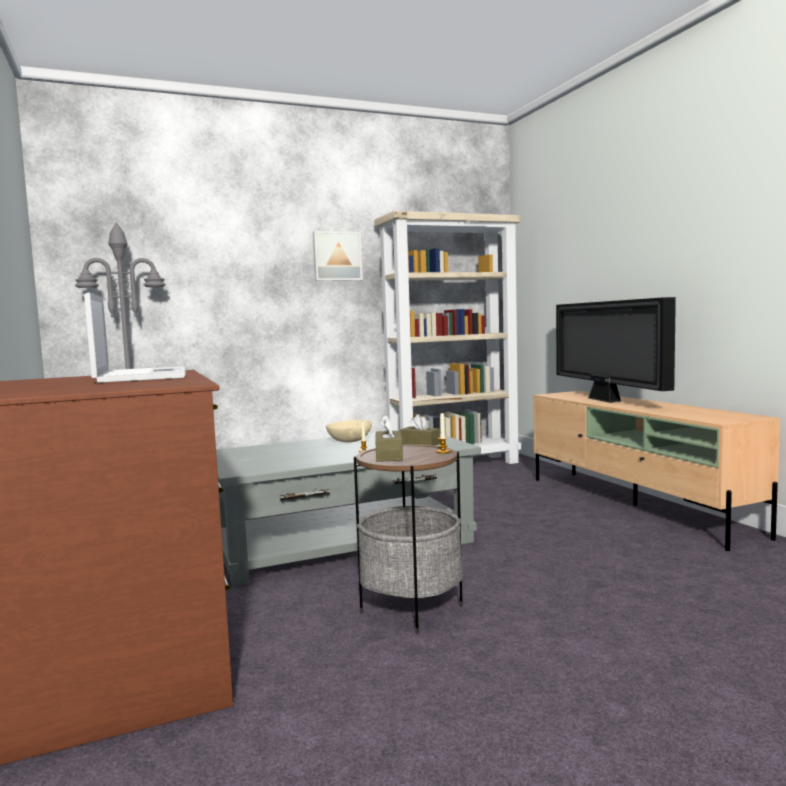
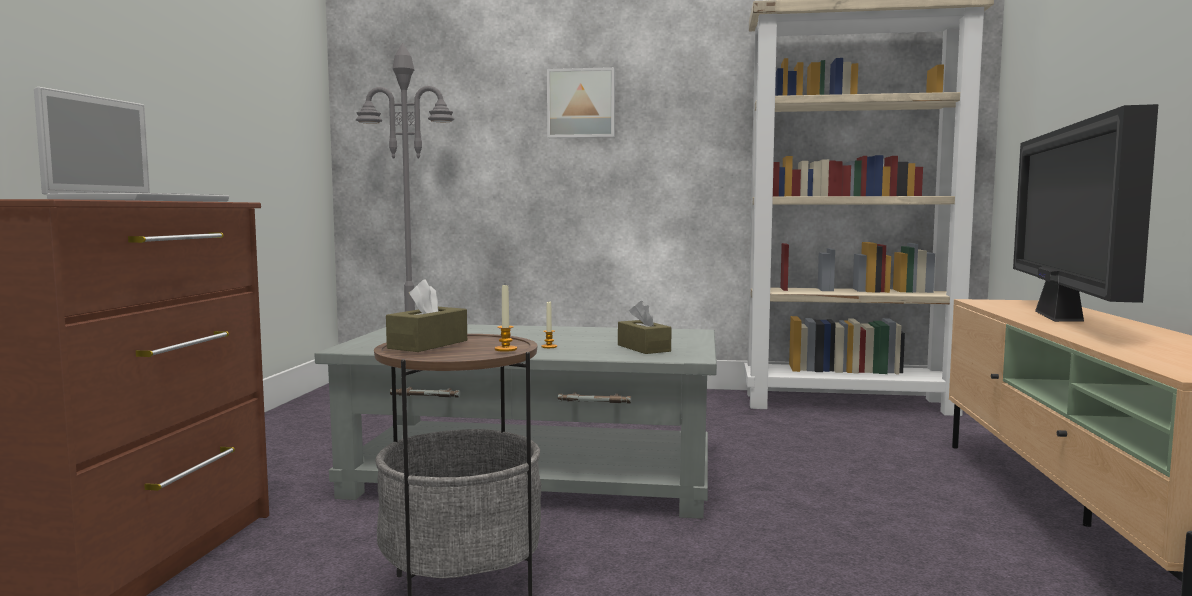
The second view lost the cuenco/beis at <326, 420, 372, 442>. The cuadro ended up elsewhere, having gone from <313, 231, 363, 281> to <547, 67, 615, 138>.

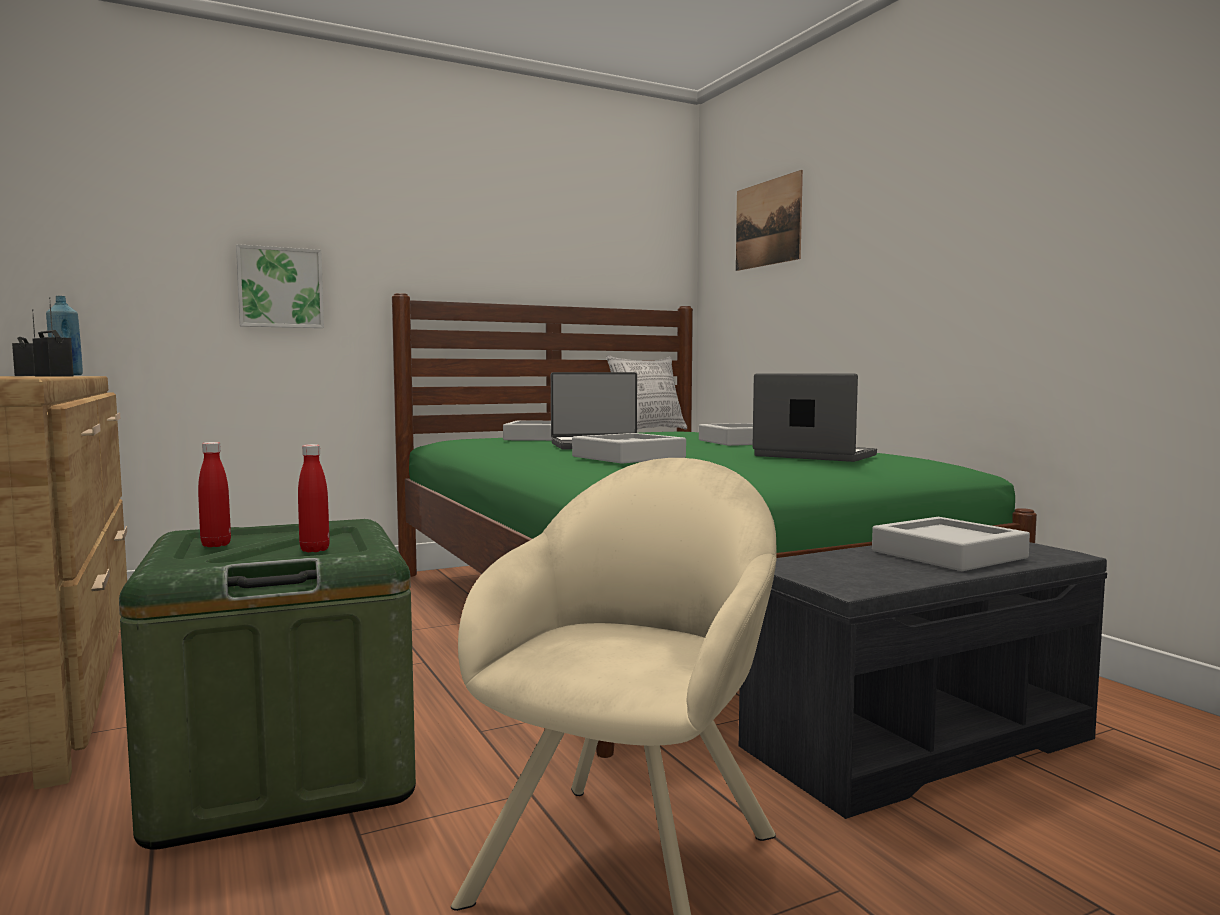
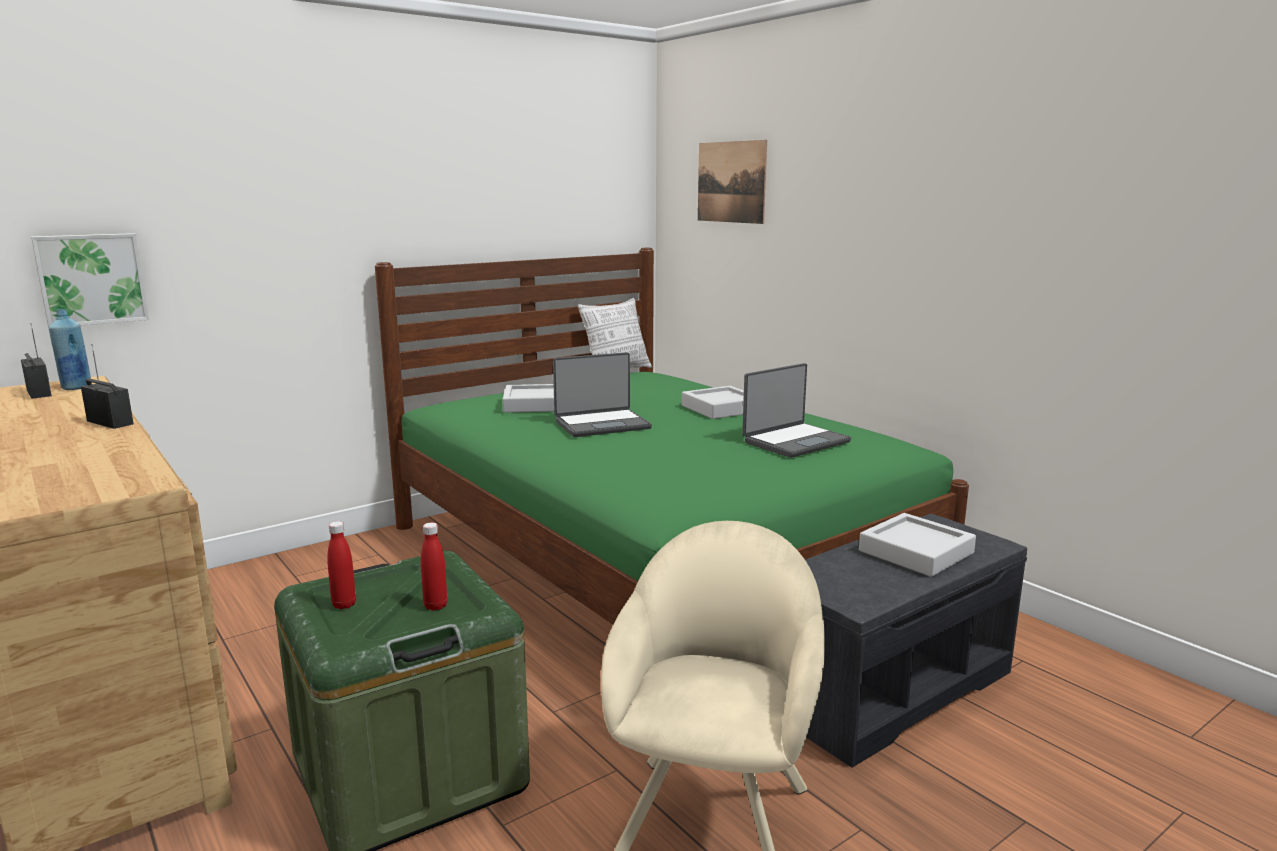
The second view lost the bandeja/gris at <572, 433, 686, 464>. The cuadro ended up elsewhere, having gone from <236, 244, 324, 328> to <31, 233, 149, 327>. The portátil at <753, 373, 877, 462> ended up facing another way, 120 degrees clockwise from before.

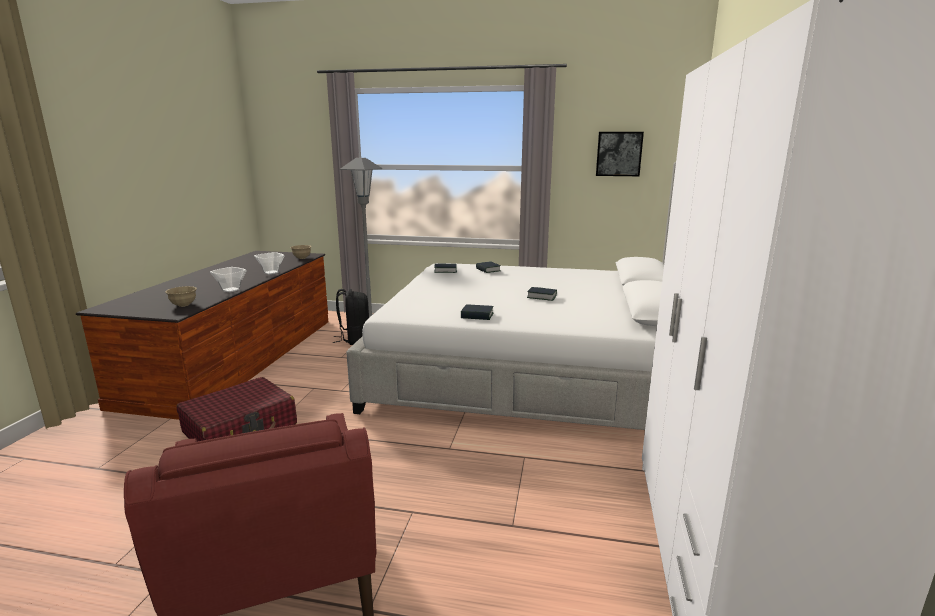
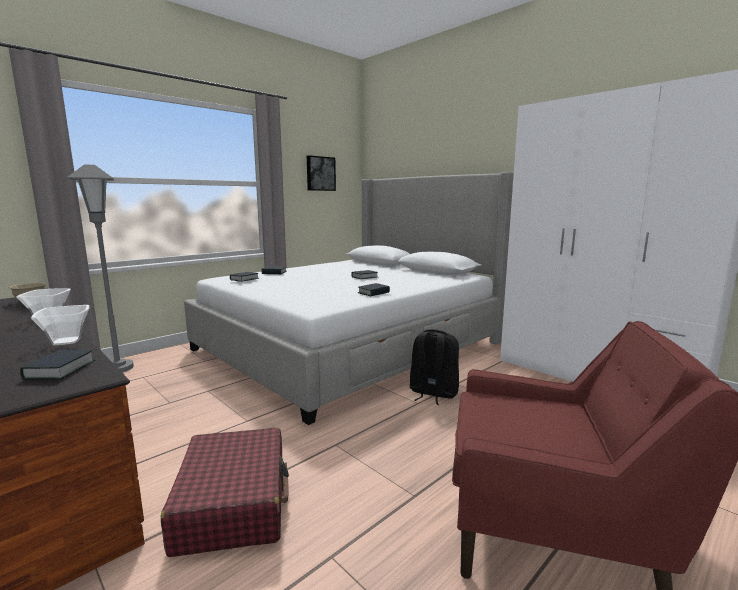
The mochila/negro ended up elsewhere, having gone from <333, 289, 369, 345> to <410, 329, 459, 405>. Where the cuenco/beis stood at <165, 286, 197, 307>, the libro came to stand at <20, 350, 95, 380>.

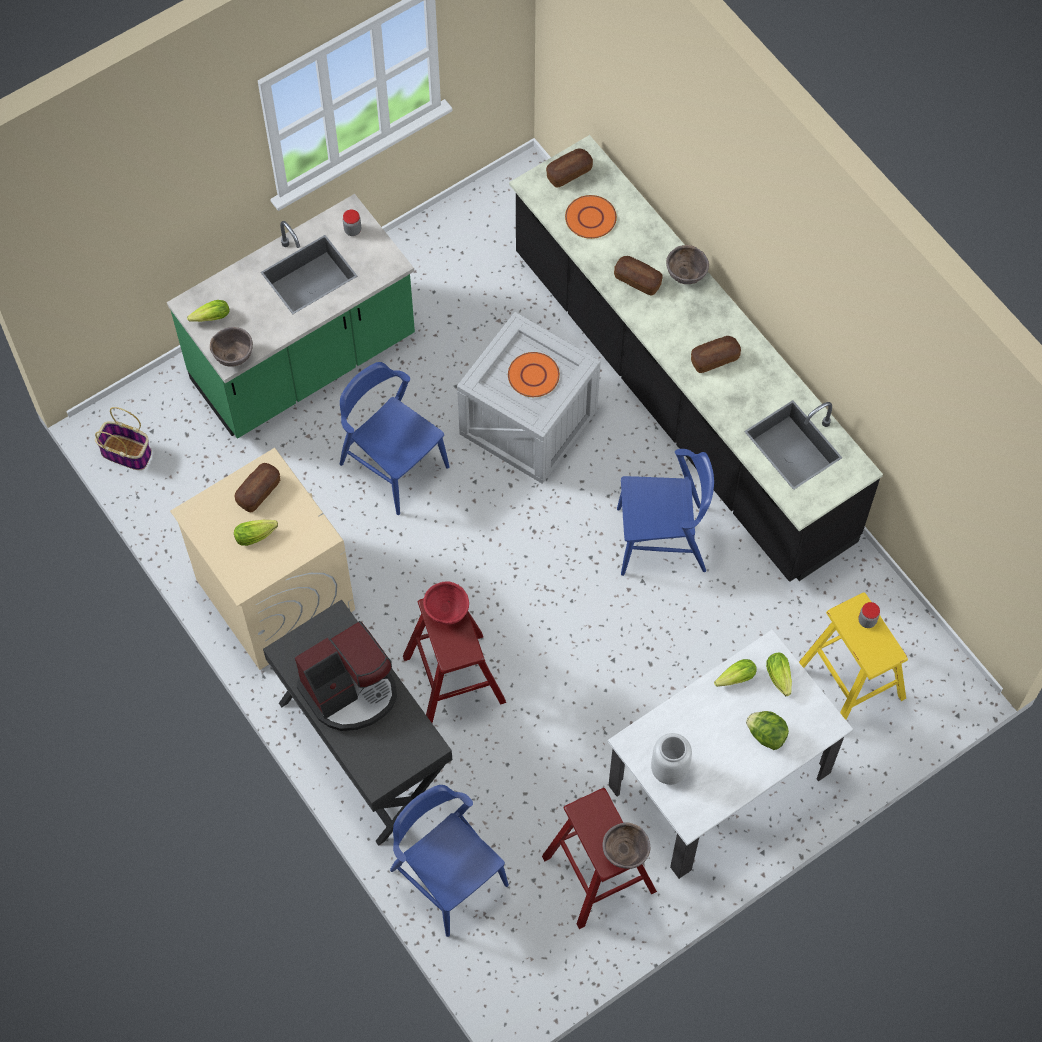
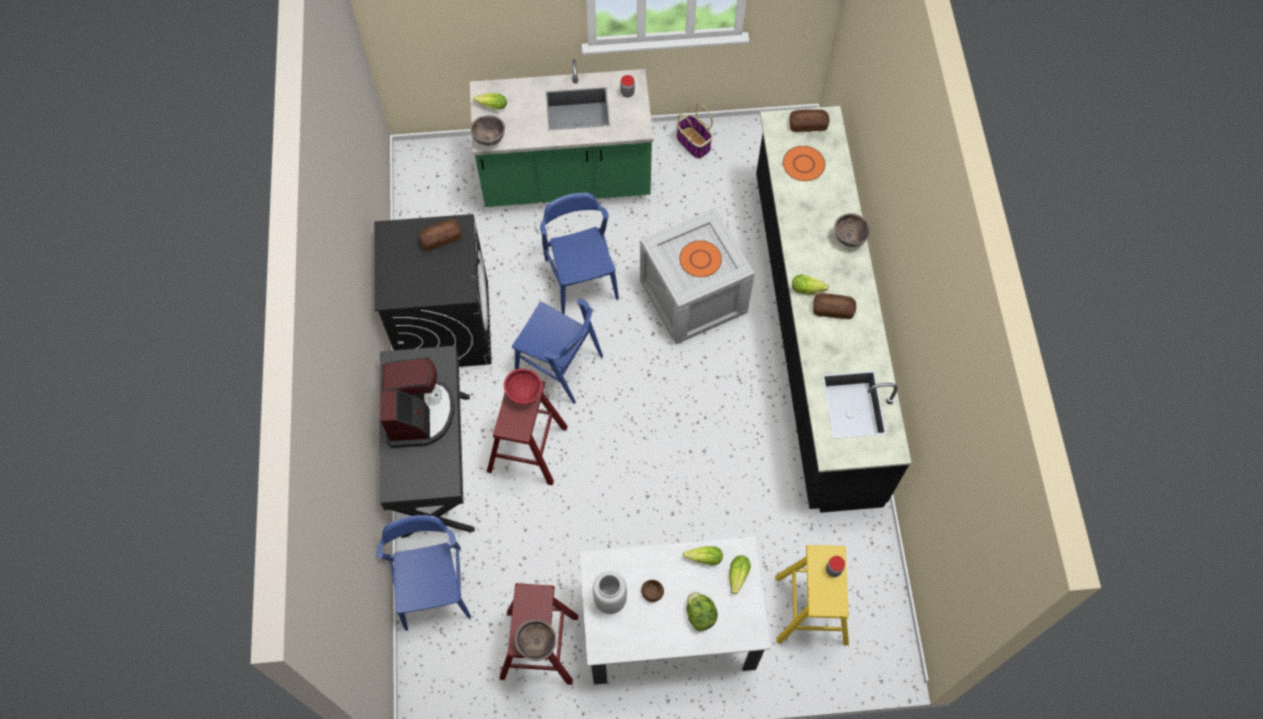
The second view lost the pan at <614, 256, 663, 296>. The second view gained the cuenco/marrón at <641, 580, 664, 602>. The cesta ended up elsewhere, having gone from <95, 407, 152, 470> to <676, 103, 713, 159>. The lechuga ended up elsewhere, having gone from <234, 520, 278, 546> to <792, 275, 829, 294>. The silla/azul ended up elsewhere, having gone from <617, 449, 714, 576> to <512, 299, 603, 404>. What was the lavadora/beis at <170, 448, 355, 670> turned into the lavadora/negro at <374, 214, 492, 367>. The cafetera at <295, 621, 397, 731> ended up facing another way, 90 degrees counterclockwise from before.

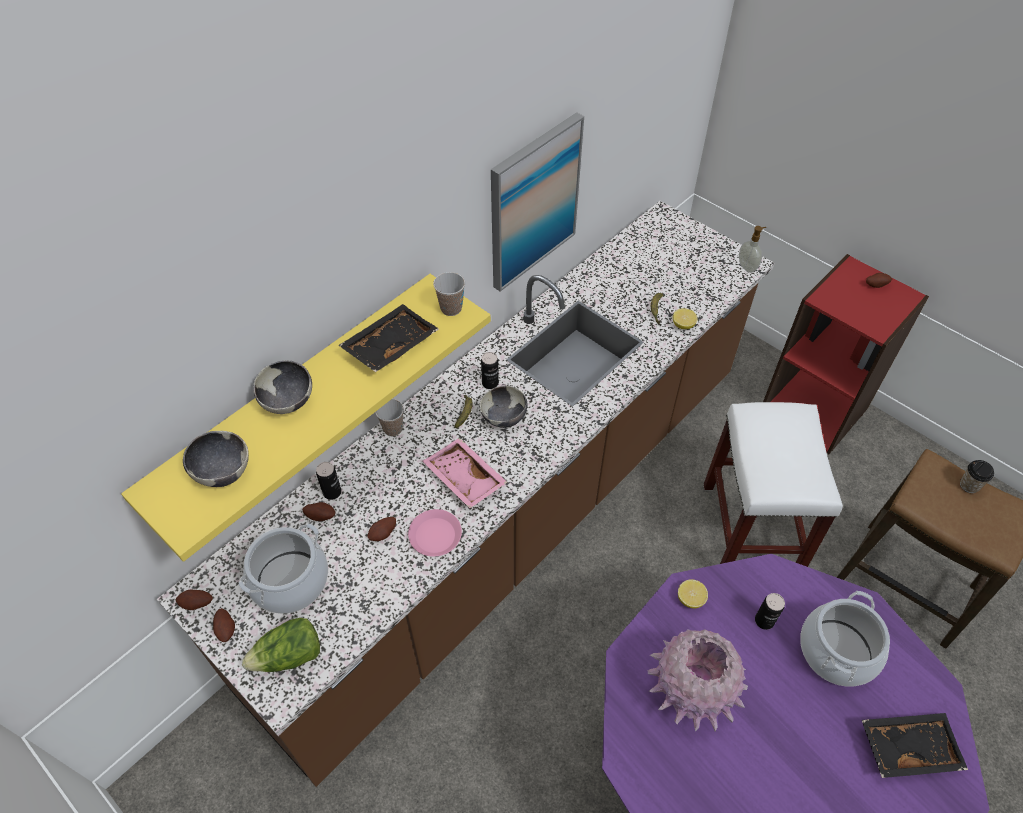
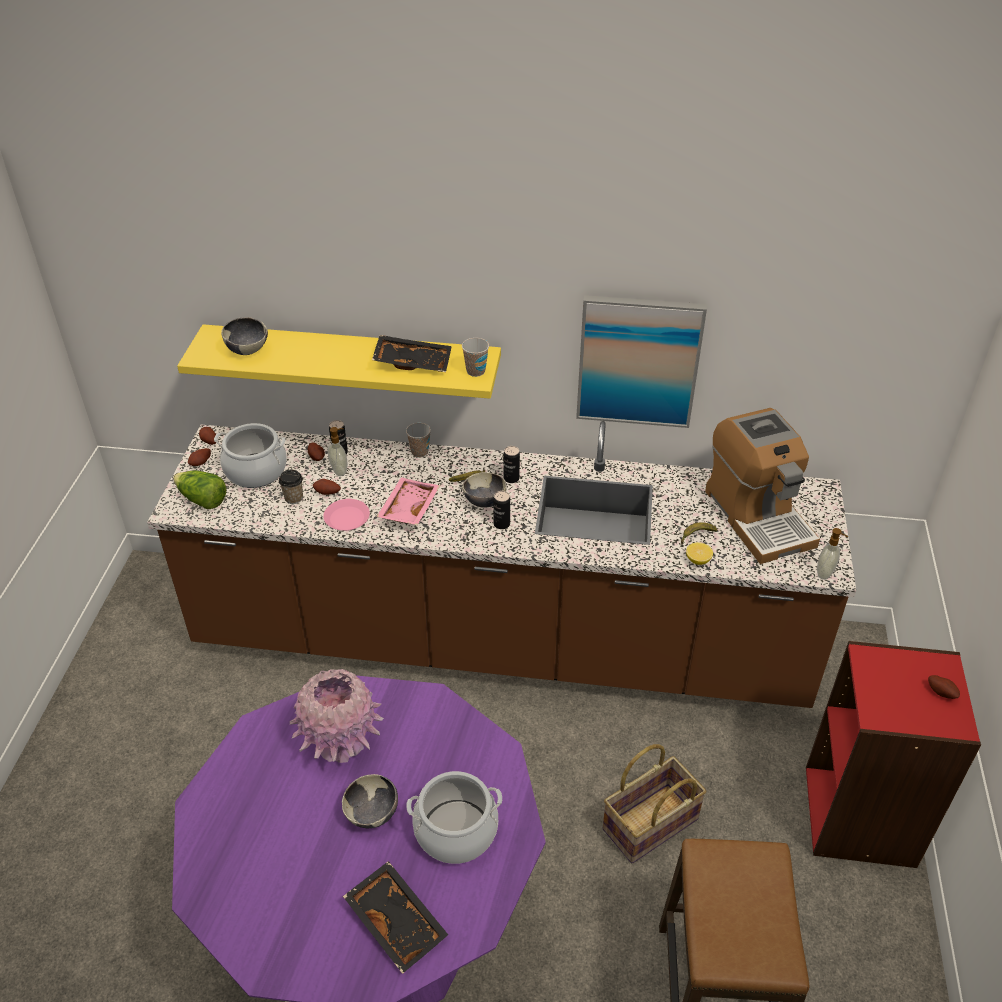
The second view lost the limón at <678, 579, 708, 608>. The second view gained the dispensador de jabón at <328, 427, 347, 476>. The second view gained the cafetera at <705, 408, 820, 564>. The cuenco ended up elsewhere, having gone from <253, 361, 312, 414> to <342, 774, 398, 829>. The lata ended up elsewhere, having gone from <755, 593, 785, 630> to <493, 491, 510, 529>. The taza ended up elsewhere, having gone from <960, 460, 994, 493> to <279, 470, 303, 504>. Where the taburete/blanco stood at <704, 402, 843, 567>, the cesta came to stand at <602, 744, 706, 863>.

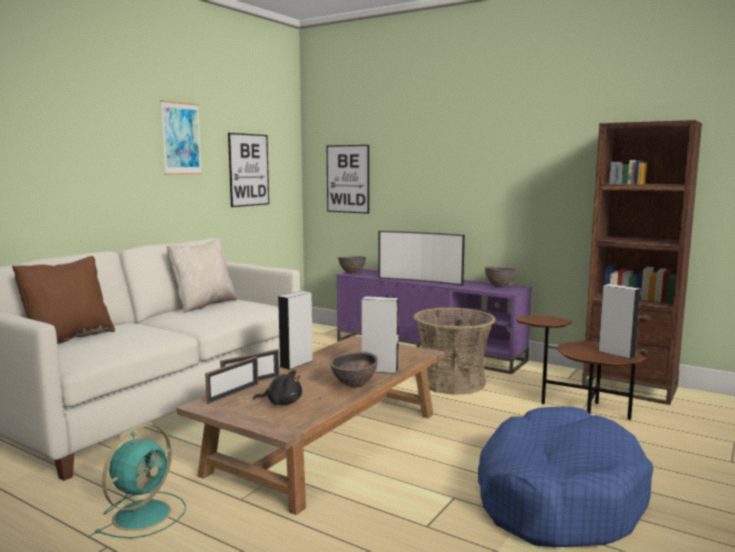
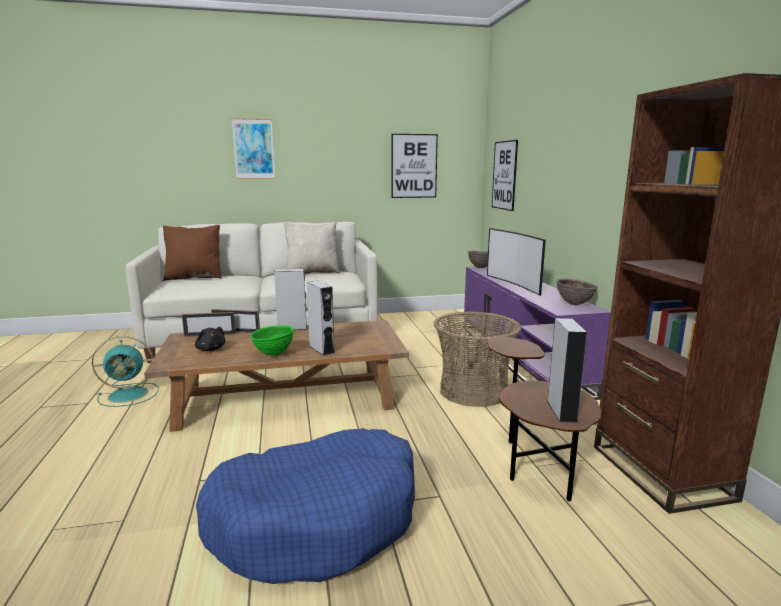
The cuadro ended up elsewhere, having gone from <160, 100, 202, 175> to <232, 118, 275, 179>. What was the cuenco/marrón at <330, 351, 378, 388> turned into the cuenco/verde at <250, 325, 294, 356>.

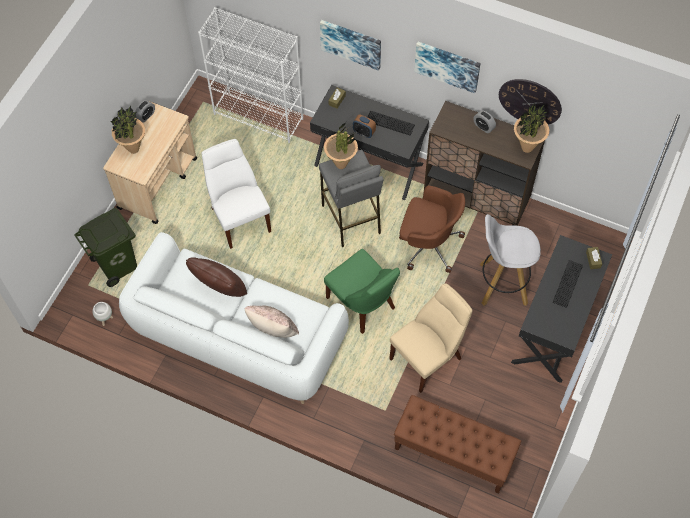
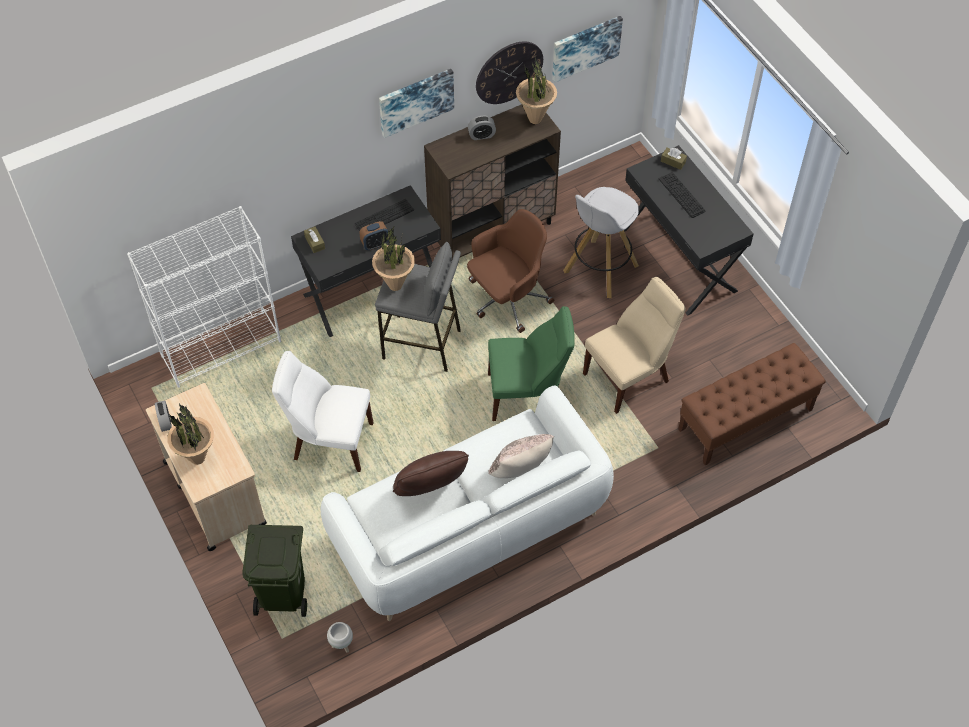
The cuadro ended up elsewhere, having gone from <320, 20, 381, 71> to <552, 16, 623, 82>. The silla/beis at <389, 283, 472, 393> ended up facing another way, 60 degrees clockwise from before.

